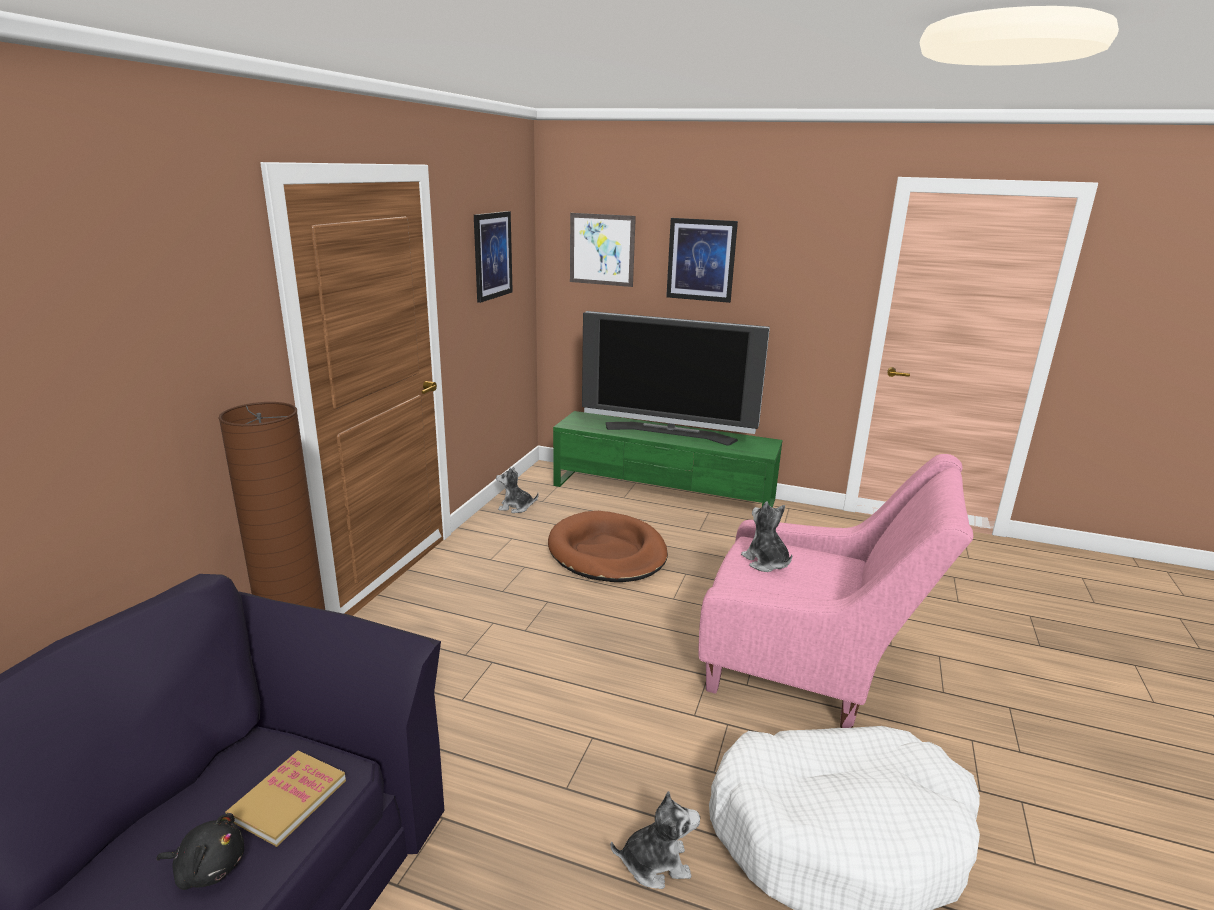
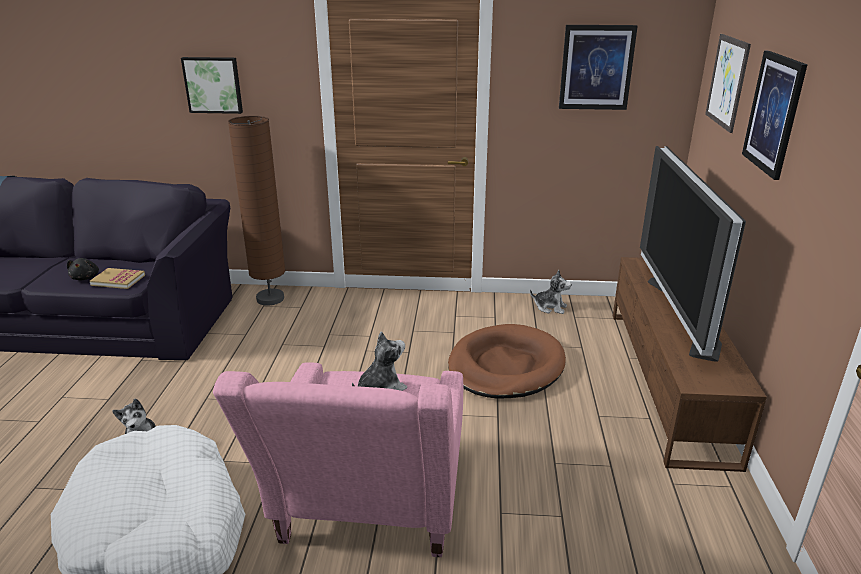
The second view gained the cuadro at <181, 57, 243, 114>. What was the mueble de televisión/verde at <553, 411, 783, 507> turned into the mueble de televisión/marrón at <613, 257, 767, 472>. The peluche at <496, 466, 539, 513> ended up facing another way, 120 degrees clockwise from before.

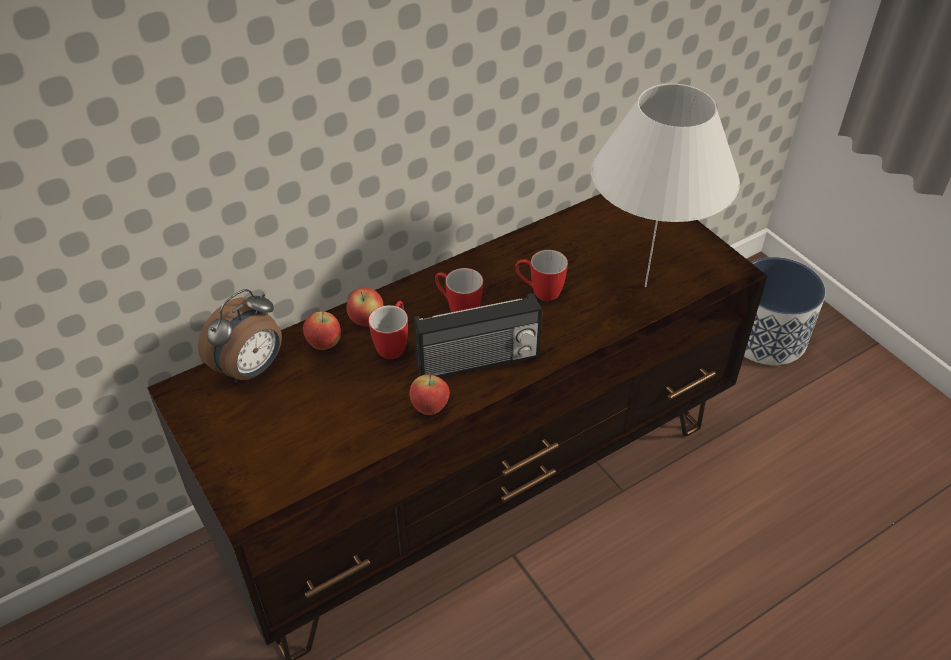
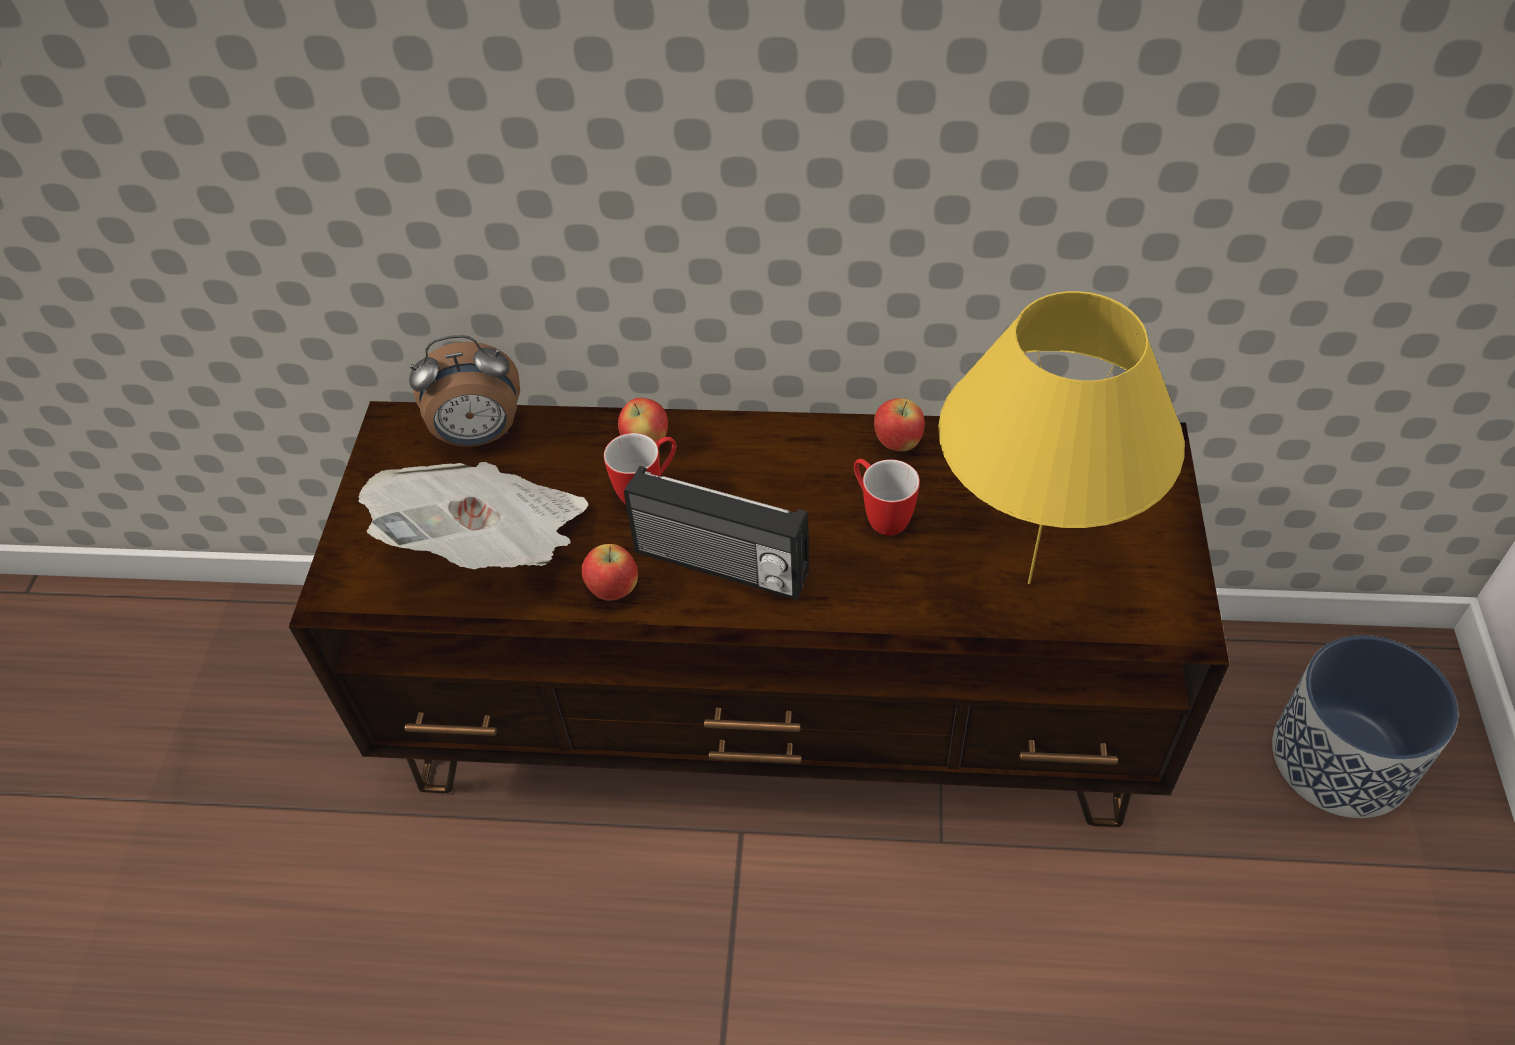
The second view lost the taza grande at <435, 268, 483, 312>. The second view gained the periódico at <358, 462, 589, 569>. The manzana ended up elsewhere, having gone from <303, 311, 341, 350> to <874, 398, 925, 451>. What was the lámpara de mesa/blanco at <591, 84, 740, 287> turned into the lámpara de mesa/amarillo at <938, 291, 1185, 584>.

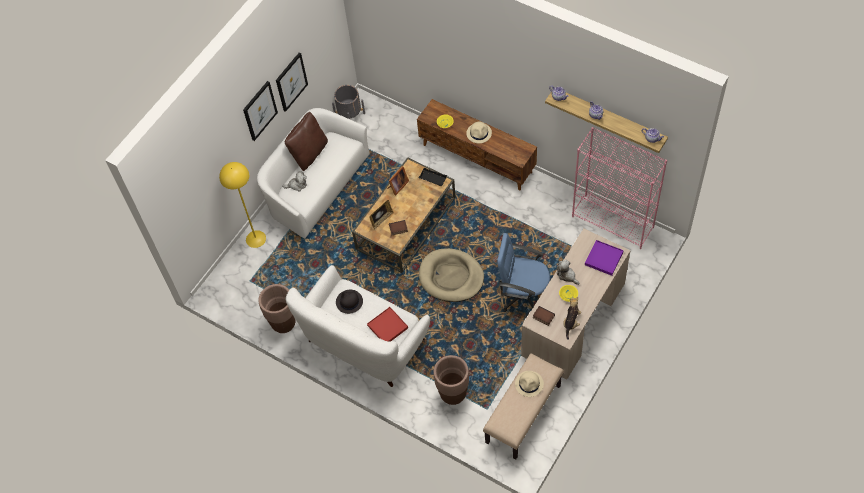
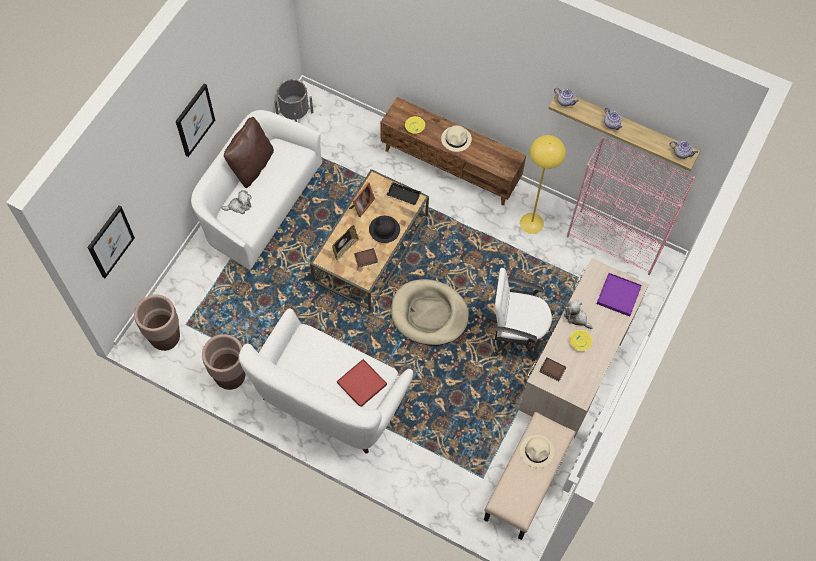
The second view lost the peluche at <563, 297, 581, 340>. The lámpara de pie/amarillo ended up elsewhere, having gone from <219, 162, 266, 248> to <520, 135, 566, 234>. The cuadro ended up elsewhere, having gone from <276, 53, 308, 112> to <87, 206, 135, 278>. The sombrero/negro ended up elsewhere, having gone from <336, 290, 363, 314> to <369, 216, 400, 243>. The maceta/marrón ended up elsewhere, having gone from <433, 355, 469, 405> to <134, 295, 180, 351>. What was the silla de oficina/azul at <497, 233, 550, 312> turned into the silla de oficina/blanco at <487, 268, 552, 361>.

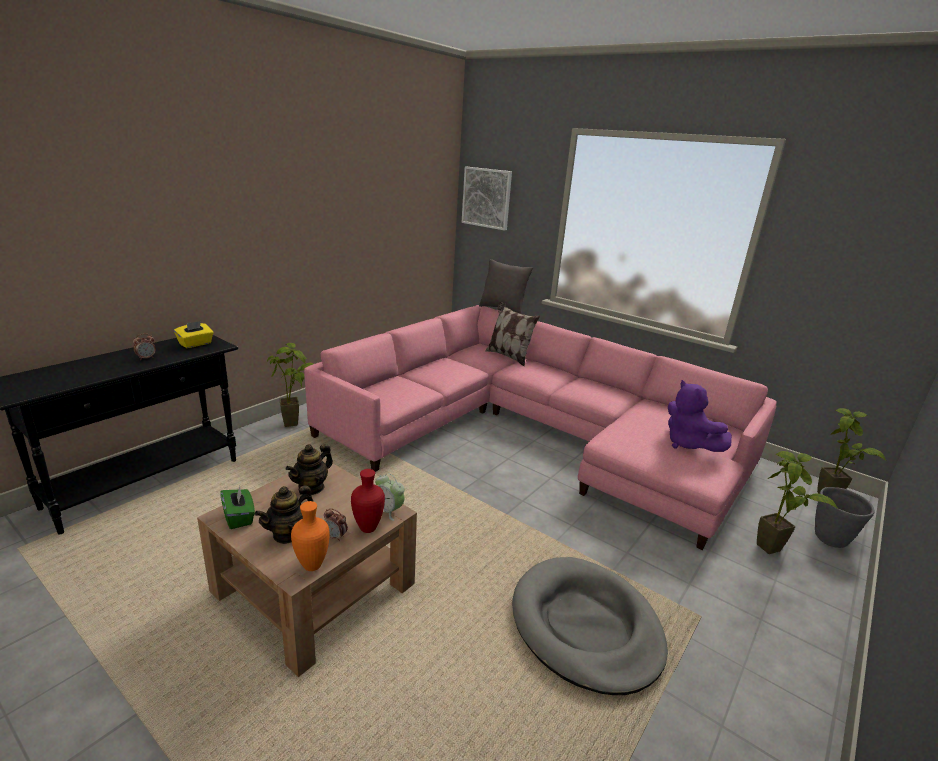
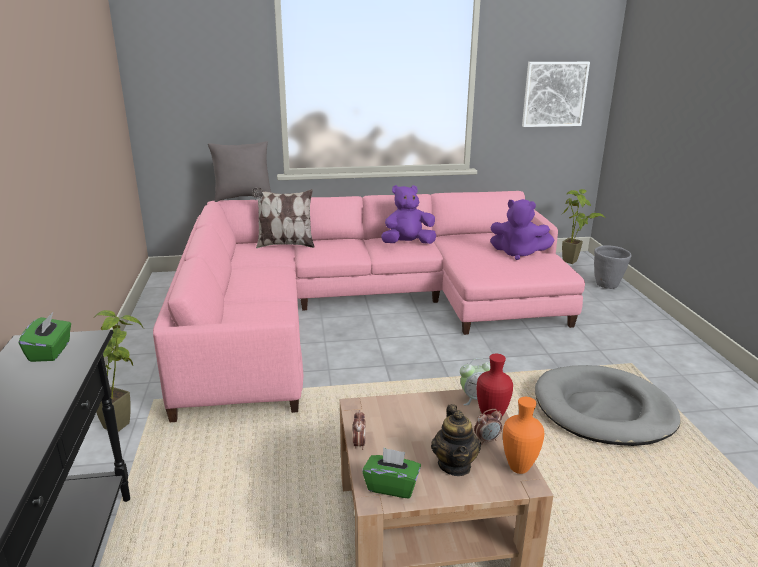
The second view lost the tetera at <286, 444, 333, 495>. The second view lost the planta en maceta at <757, 451, 838, 554>. The second view gained the peluche/morado at <381, 185, 436, 244>. The despertador ended up elsewhere, having gone from <133, 333, 156, 360> to <353, 410, 365, 450>. The cuadro ended up elsewhere, having gone from <461, 167, 512, 230> to <522, 62, 590, 127>. What was the caja de pañuelos/amarillo at <174, 321, 214, 348> turned into the caja de pañuelos/verde at <19, 313, 71, 362>.

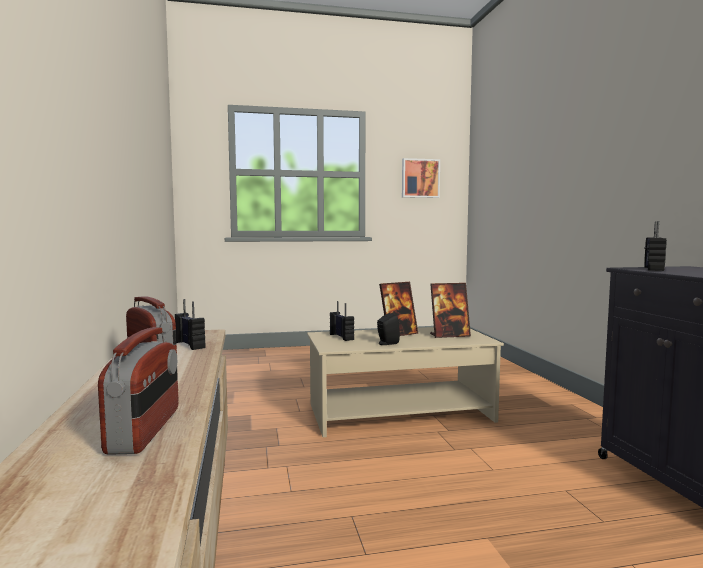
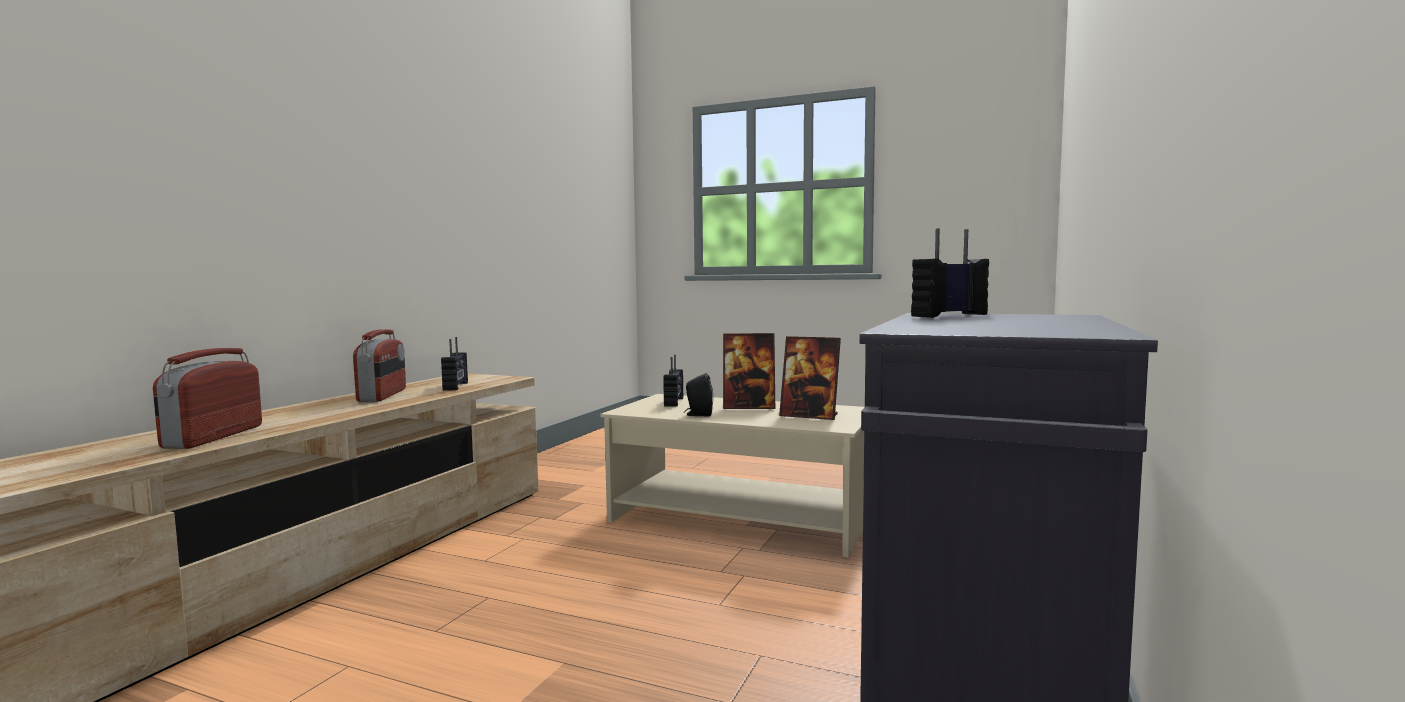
The second view lost the cuadro at <402, 158, 440, 198>. The radio at <98, 327, 179, 455> ended up facing another way, 150 degrees clockwise from before.

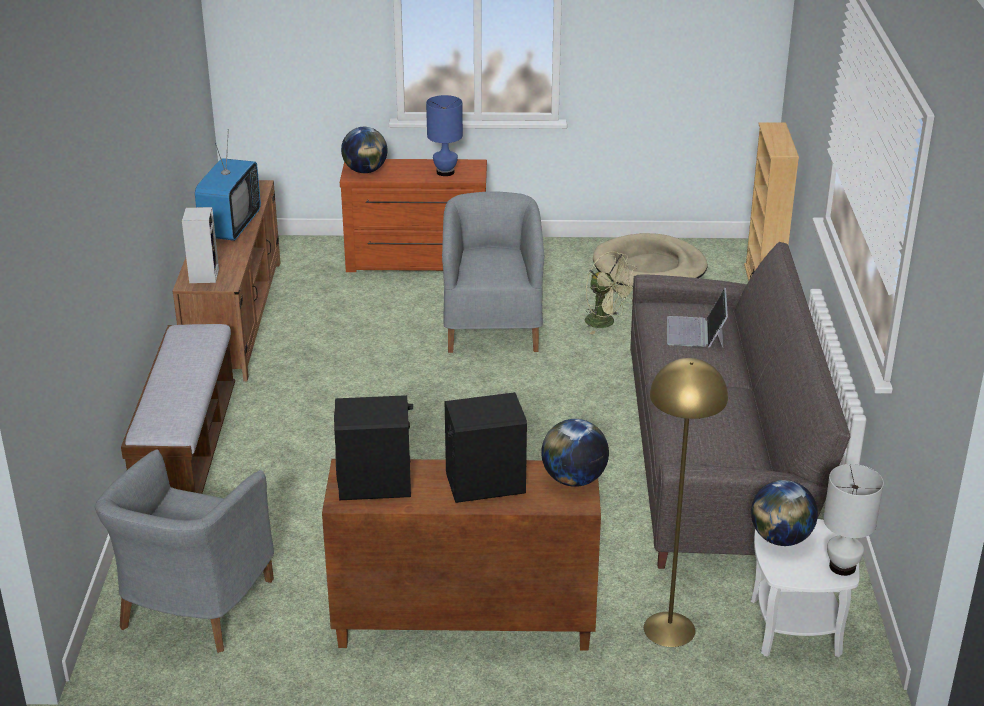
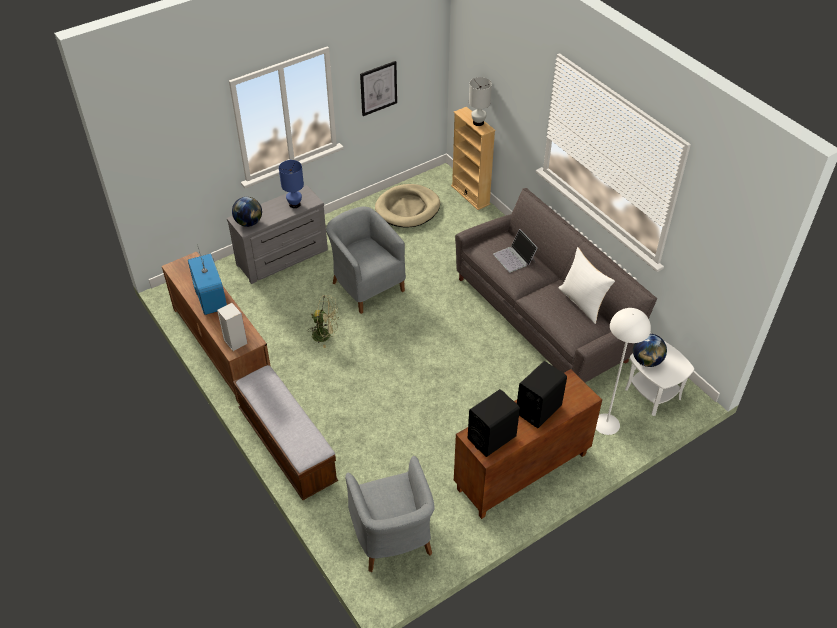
The second view lost the globo terráqueo at <541, 419, 609, 487>. The second view gained the cuadro at <360, 61, 397, 116>. The second view gained the cojín/blanco at <558, 247, 615, 324>. The ventilador/verde ended up elsewhere, having gone from <585, 251, 637, 335> to <308, 295, 339, 348>. The lámpara de mesa/blanco ended up elsewhere, having gone from <823, 464, 884, 576> to <469, 77, 492, 126>. What was the cómoda/marrón at <340, 159, 487, 272> turned into the cómoda/gris at <227, 185, 328, 284>. What was the lámpara de pie/amarillo at <644, 358, 728, 647> turned into the lámpara de pie/blanco at <596, 308, 651, 435>.

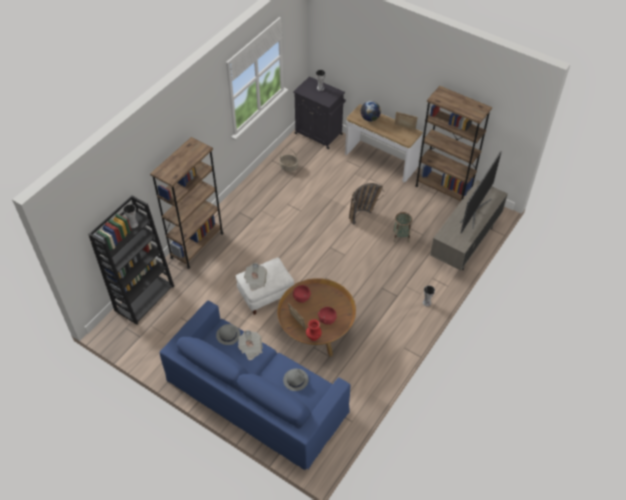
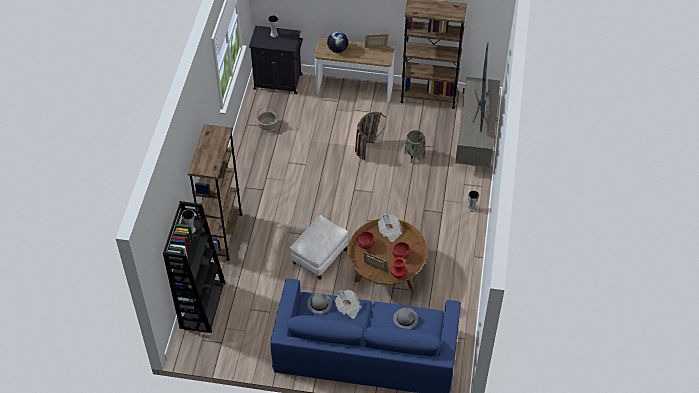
The periódico ended up elsewhere, having gone from <244, 263, 267, 291> to <378, 214, 402, 242>.

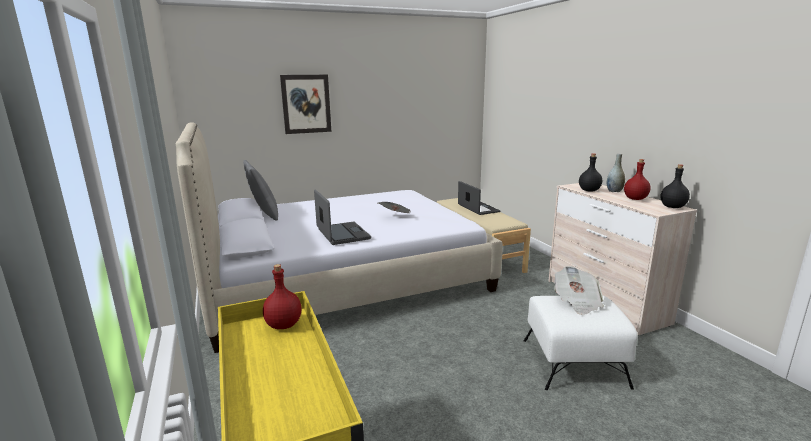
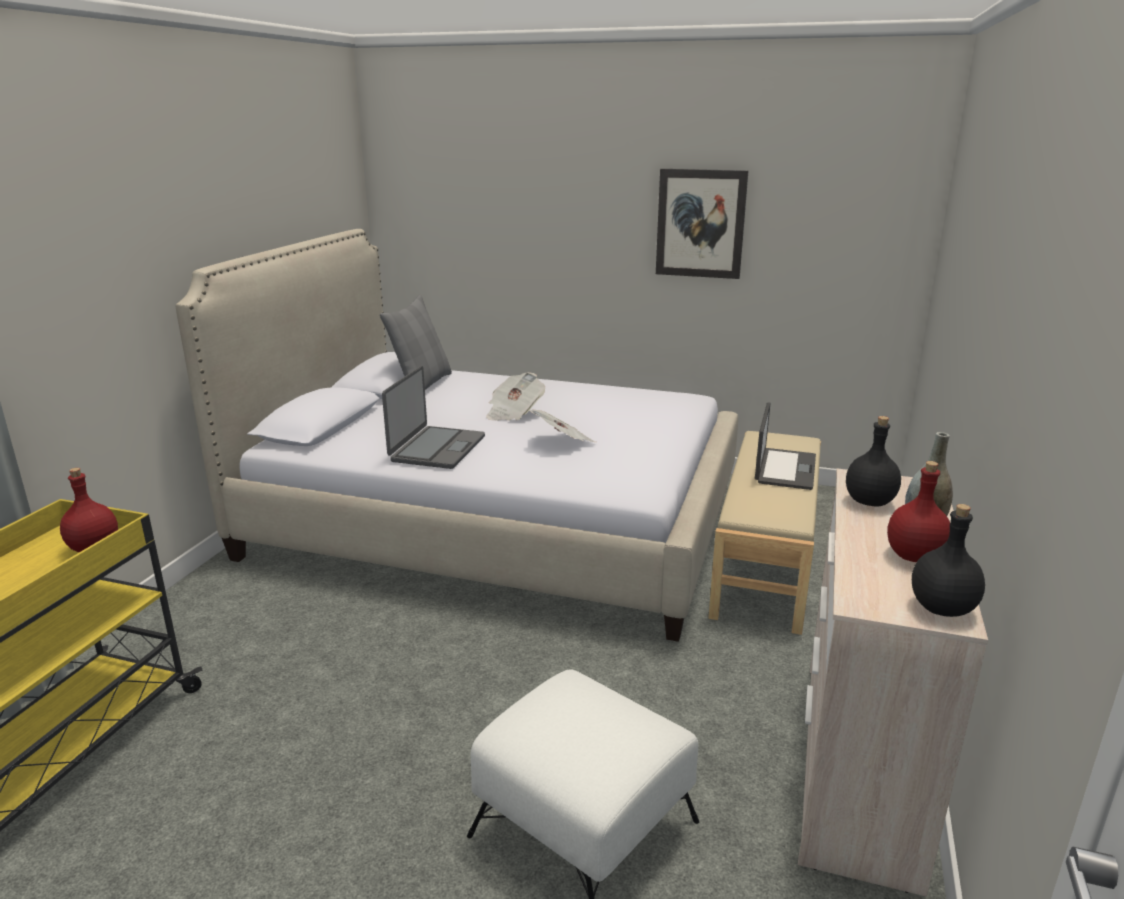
The cuadro ended up elsewhere, having gone from <280, 75, 331, 134> to <656, 169, 748, 279>. The periódico ended up elsewhere, having gone from <554, 266, 604, 315> to <486, 372, 545, 421>.

